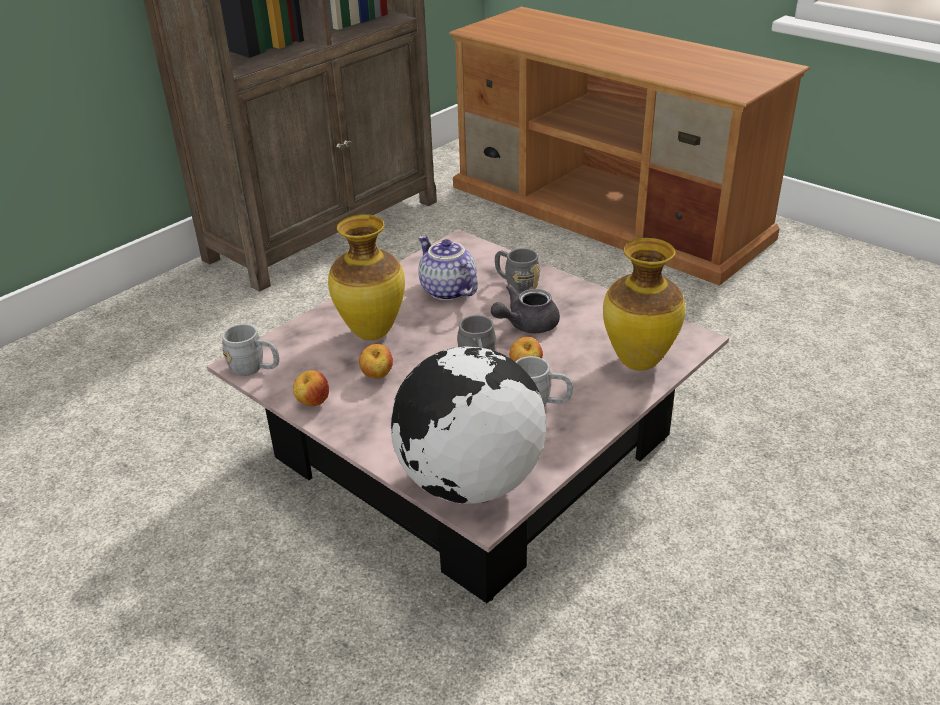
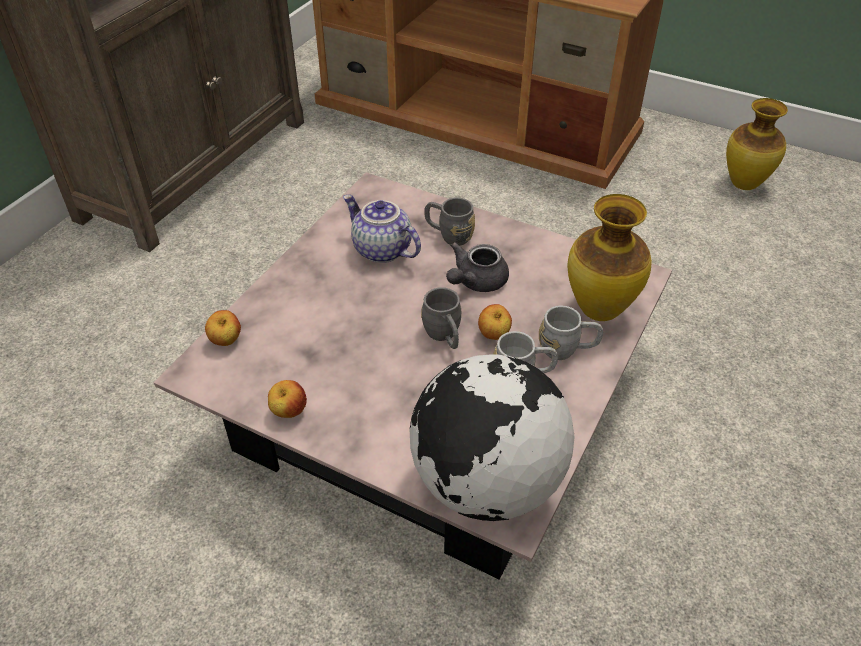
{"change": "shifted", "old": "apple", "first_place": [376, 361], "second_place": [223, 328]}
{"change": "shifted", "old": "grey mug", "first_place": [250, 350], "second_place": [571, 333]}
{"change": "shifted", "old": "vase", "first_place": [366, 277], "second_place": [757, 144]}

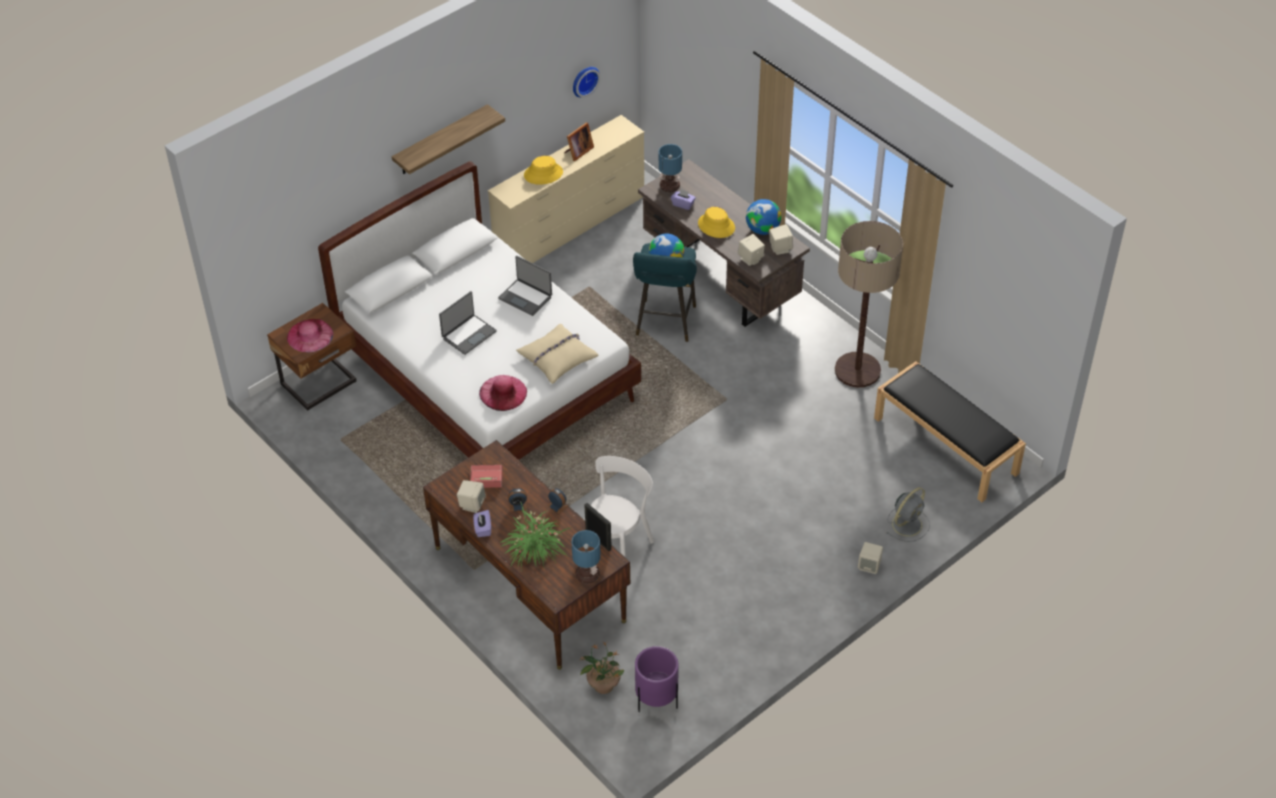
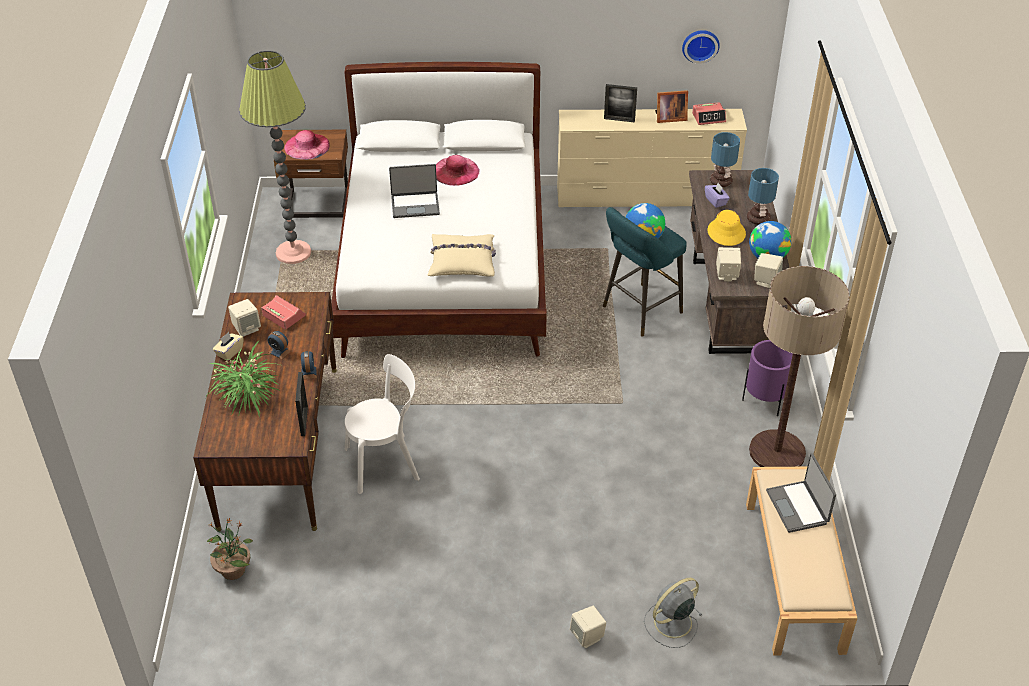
{"change": "repainted", "old": "purple tissue box", "new": "beige tissue box", "first_place": [482, 523], "second_place": [228, 346]}
{"change": "new", "new": "floor lamp", "second_place": [275, 157]}
{"change": "shifted", "old": "pink hat", "first_place": [503, 393], "second_place": [457, 170]}
{"change": "swapped", "old": "yellow hat", "new": "picture frame", "first_place": [543, 170], "second_place": [620, 103]}
{"change": "rotated", "old": "grey fan", "first_place": [908, 514], "second_place": [673, 613], "degrees": 150}
{"change": "new", "new": "alarm clock", "second_place": [709, 113]}
{"change": "shifted", "old": "purple planter", "first_place": [657, 679], "second_place": [767, 378]}
{"change": "repainted", "old": "black bench", "new": "beige bench", "first_place": [950, 431], "second_place": [801, 561]}
{"change": "shifted", "old": "table lamp", "first_place": [586, 557], "second_place": [763, 196]}
{"change": "shifted", "old": "laptop", "first_place": [525, 286], "second_place": [801, 493]}
{"change": "gone", "old": "shelf", "first_place": [448, 139]}

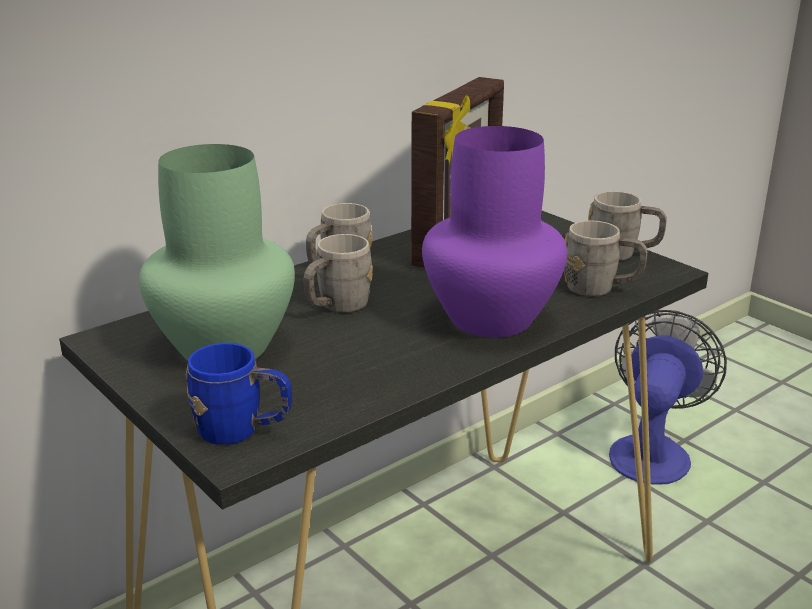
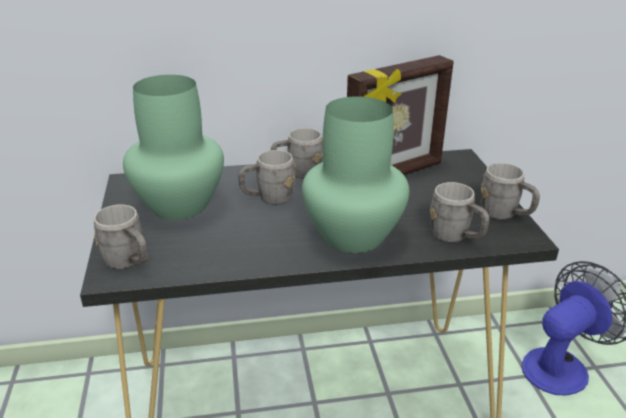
{"change": "repainted", "old": "blue mug", "new": "grey mug", "first_place": [238, 394], "second_place": [121, 237]}
{"change": "repainted", "old": "purple vase", "new": "green vase", "first_place": [494, 232], "second_place": [355, 174]}

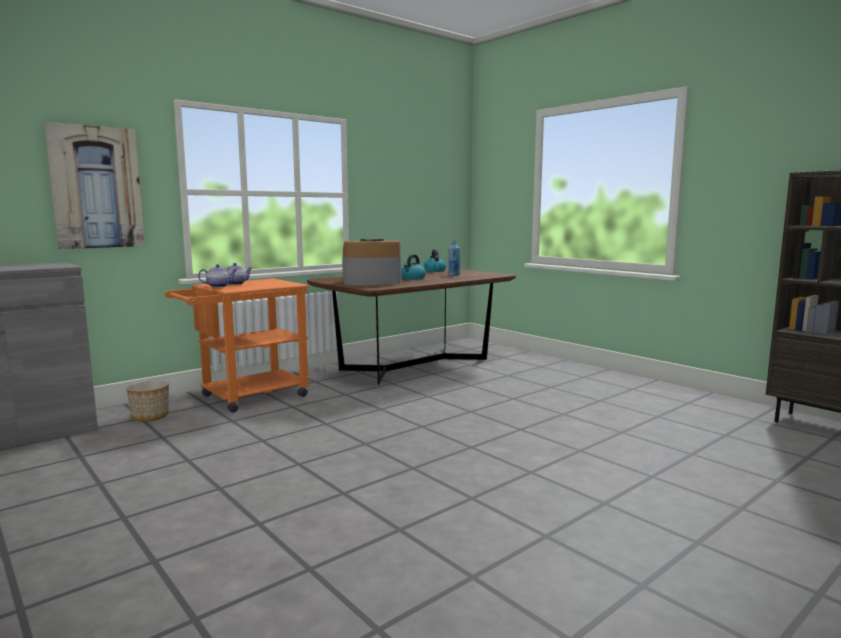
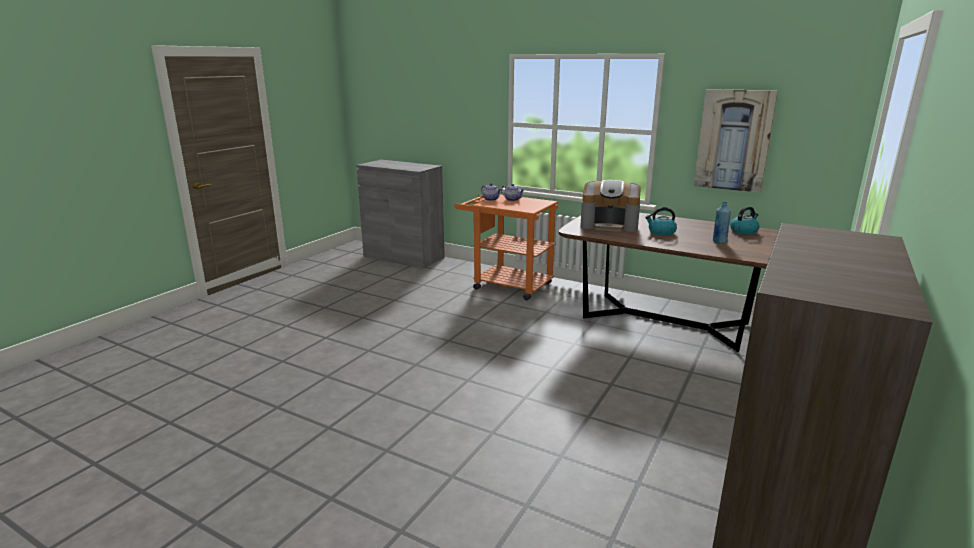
{"change": "rotated", "old": "coffee machine", "first_place": [372, 262], "second_place": [610, 206], "degrees": 135}
{"change": "shifted", "old": "picture", "first_place": [94, 185], "second_place": [736, 141]}
{"change": "gone", "old": "planter", "first_place": [147, 401]}

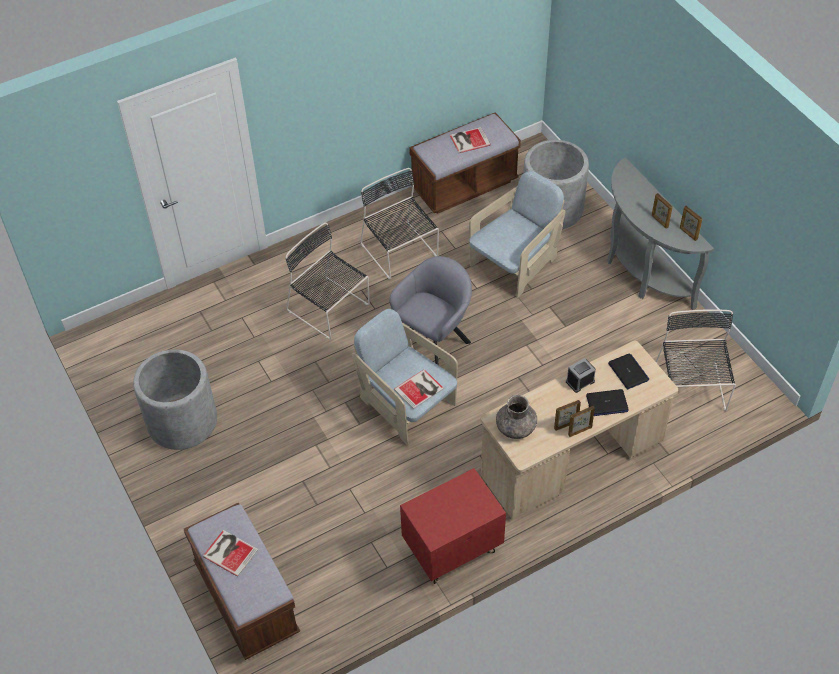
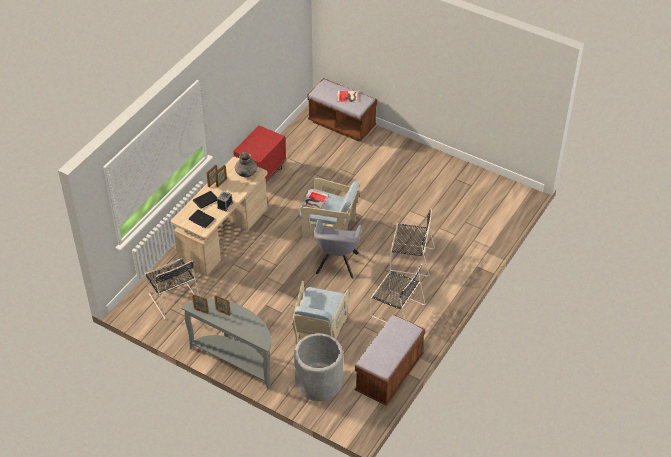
{"change": "gone", "old": "grey planter", "first_place": [175, 399]}
{"change": "gone", "old": "book", "first_place": [470, 140]}

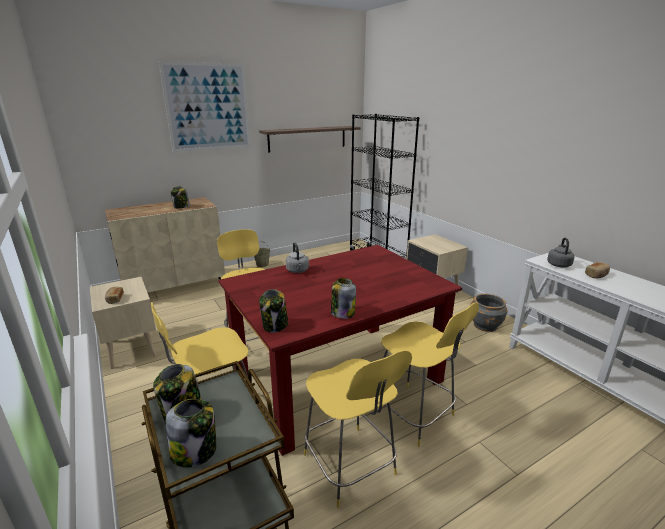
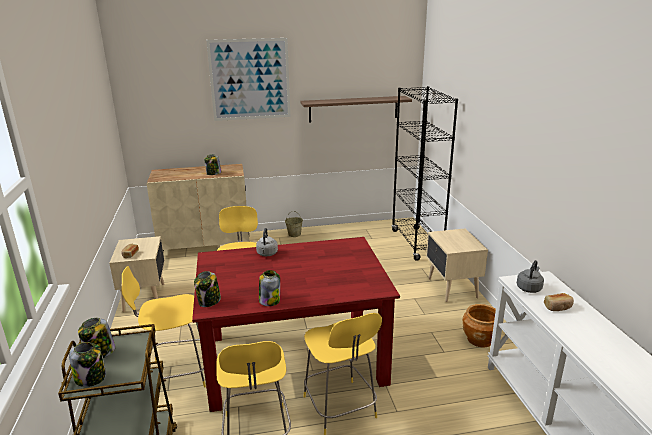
{"change": "repainted", "old": "grey planter", "new": "brown planter", "first_place": [489, 313], "second_place": [479, 326]}

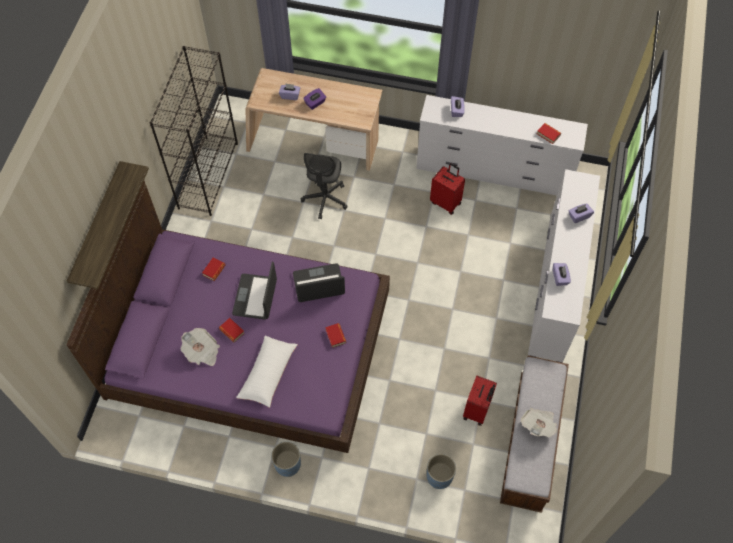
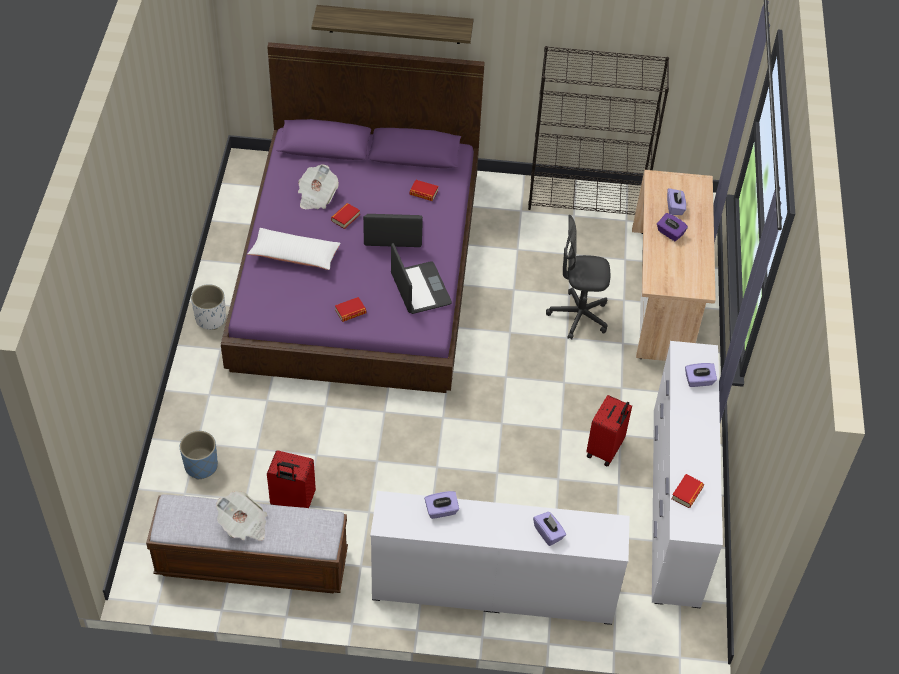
{"change": "repainted", "old": "blue planter", "new": "white planter", "first_place": [286, 459], "second_place": [208, 307]}

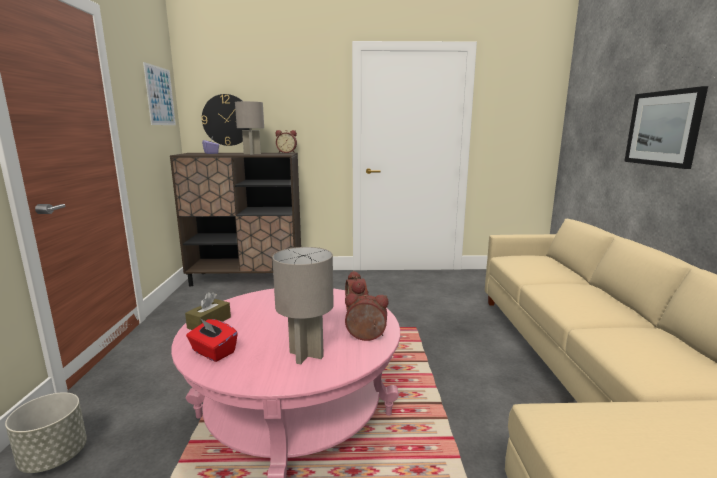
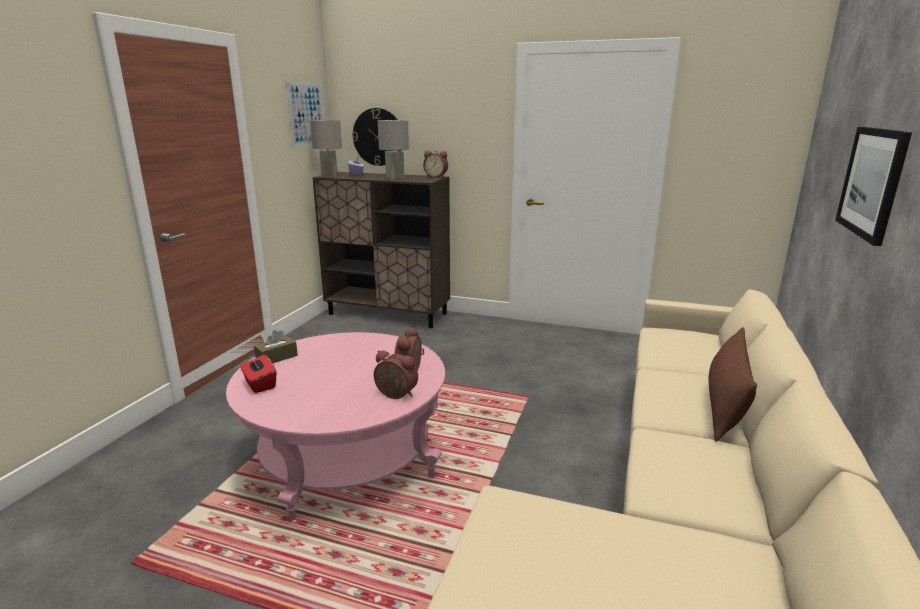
{"change": "shifted", "old": "grey table lamp", "first_place": [303, 305], "second_place": [326, 148]}
{"change": "new", "new": "brown pillow", "second_place": [733, 384]}
{"change": "gone", "old": "grey planter", "first_place": [46, 432]}

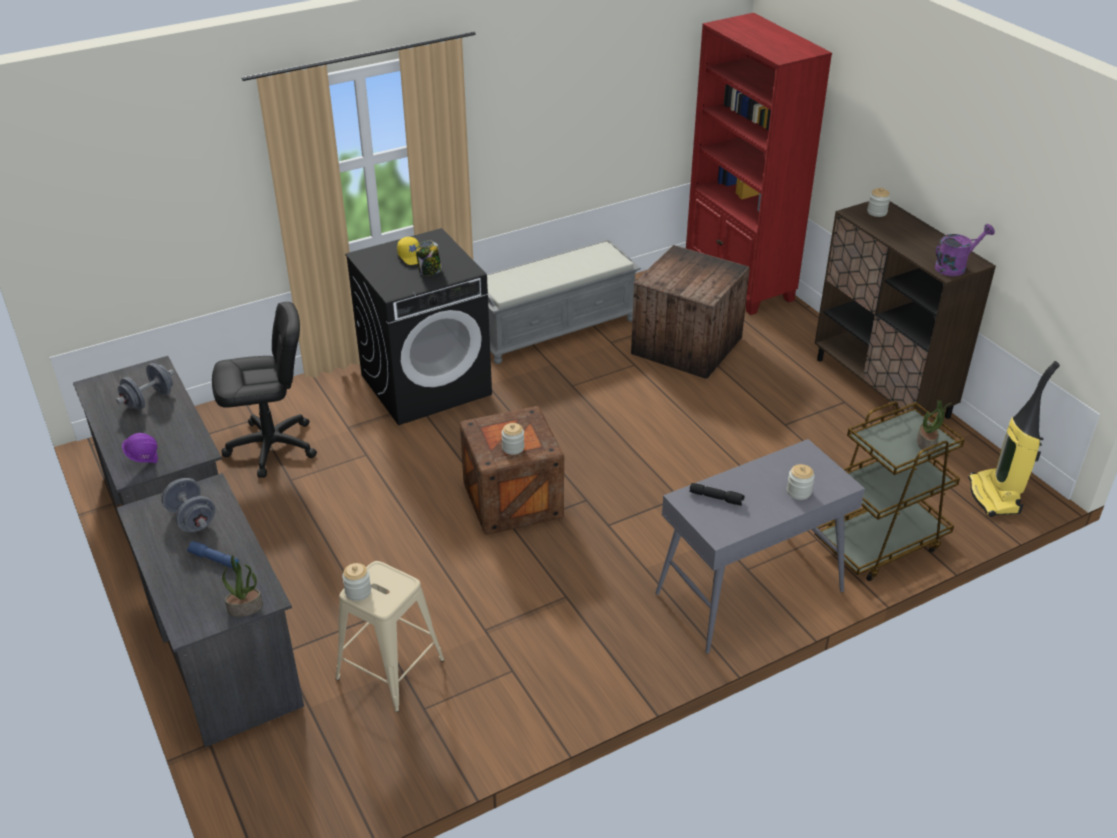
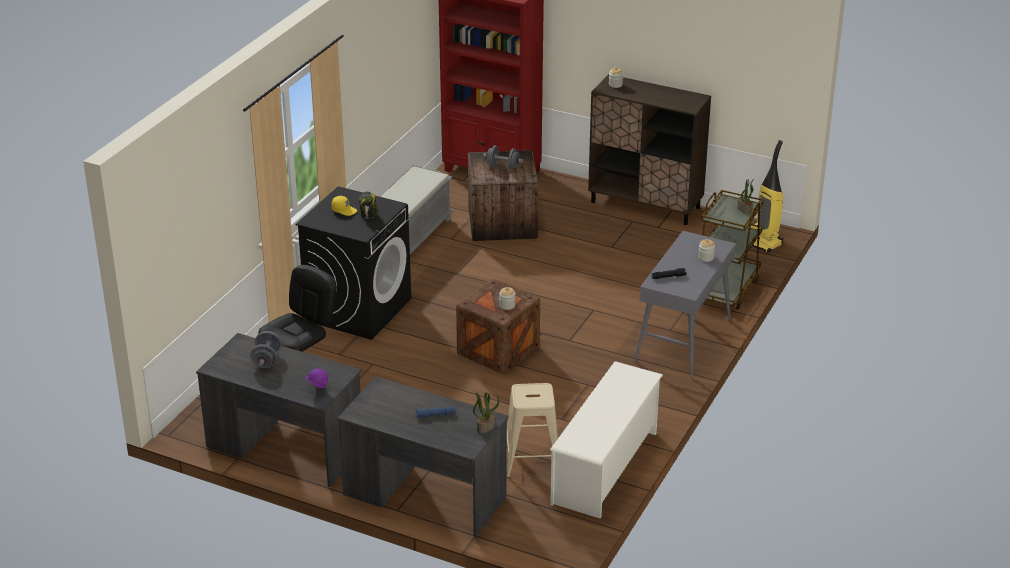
{"change": "shifted", "old": "grey dumbbell", "first_place": [188, 505], "second_place": [503, 157]}
{"change": "new", "new": "white shoe rack", "second_place": [606, 439]}
{"change": "gone", "old": "jar", "first_place": [356, 582]}
{"change": "gone", "old": "purple watering can", "first_place": [964, 250]}

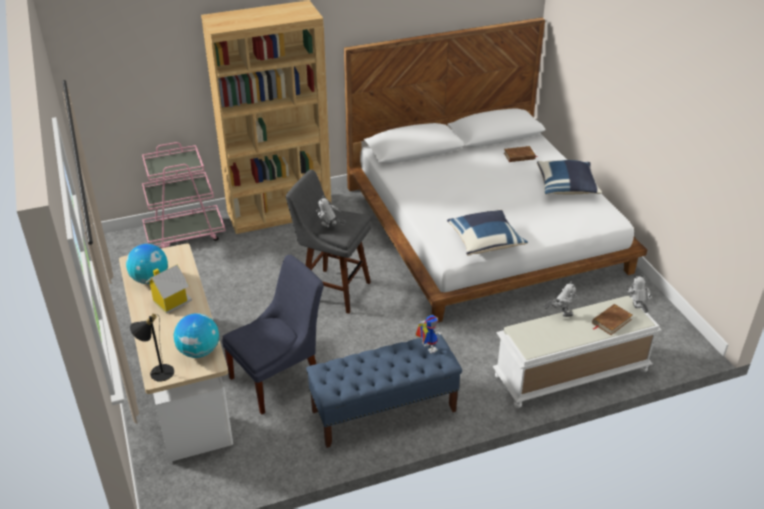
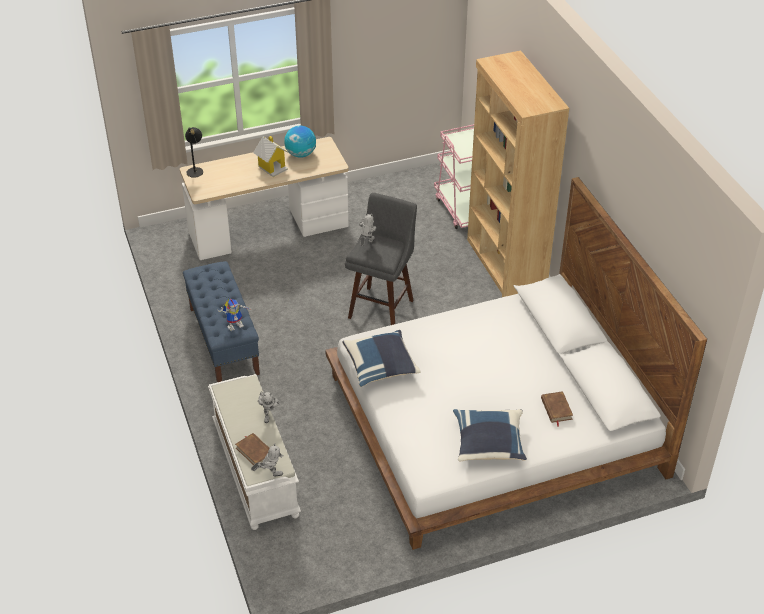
{"change": "gone", "old": "globe", "first_place": [196, 335]}
{"change": "gone", "old": "blue chair", "first_place": [272, 334]}

